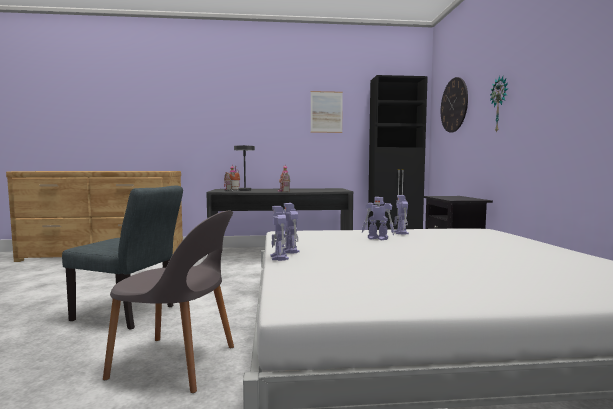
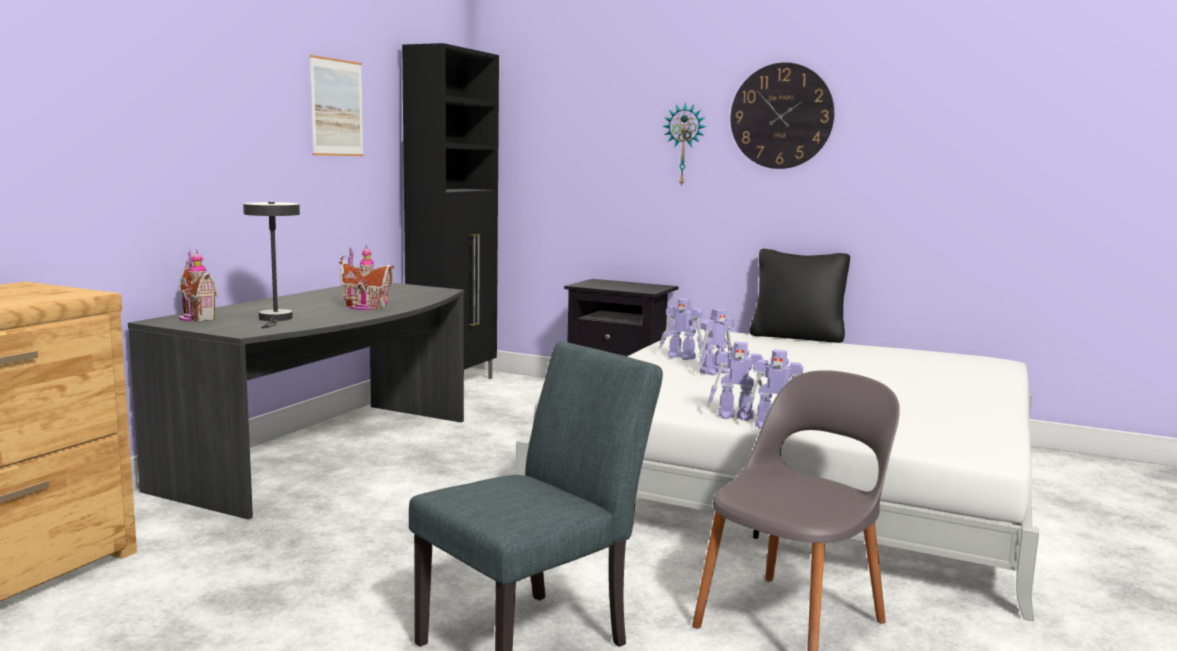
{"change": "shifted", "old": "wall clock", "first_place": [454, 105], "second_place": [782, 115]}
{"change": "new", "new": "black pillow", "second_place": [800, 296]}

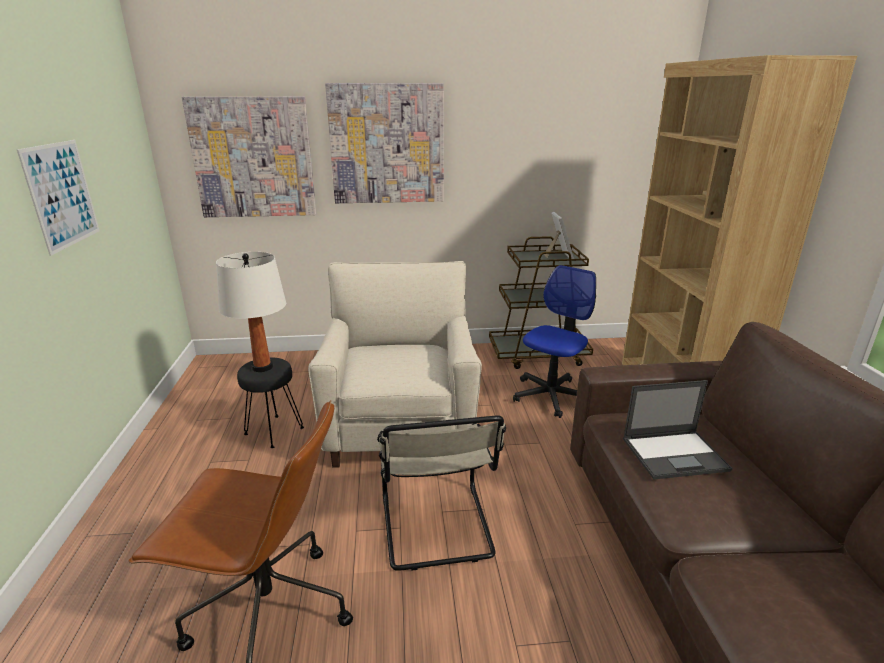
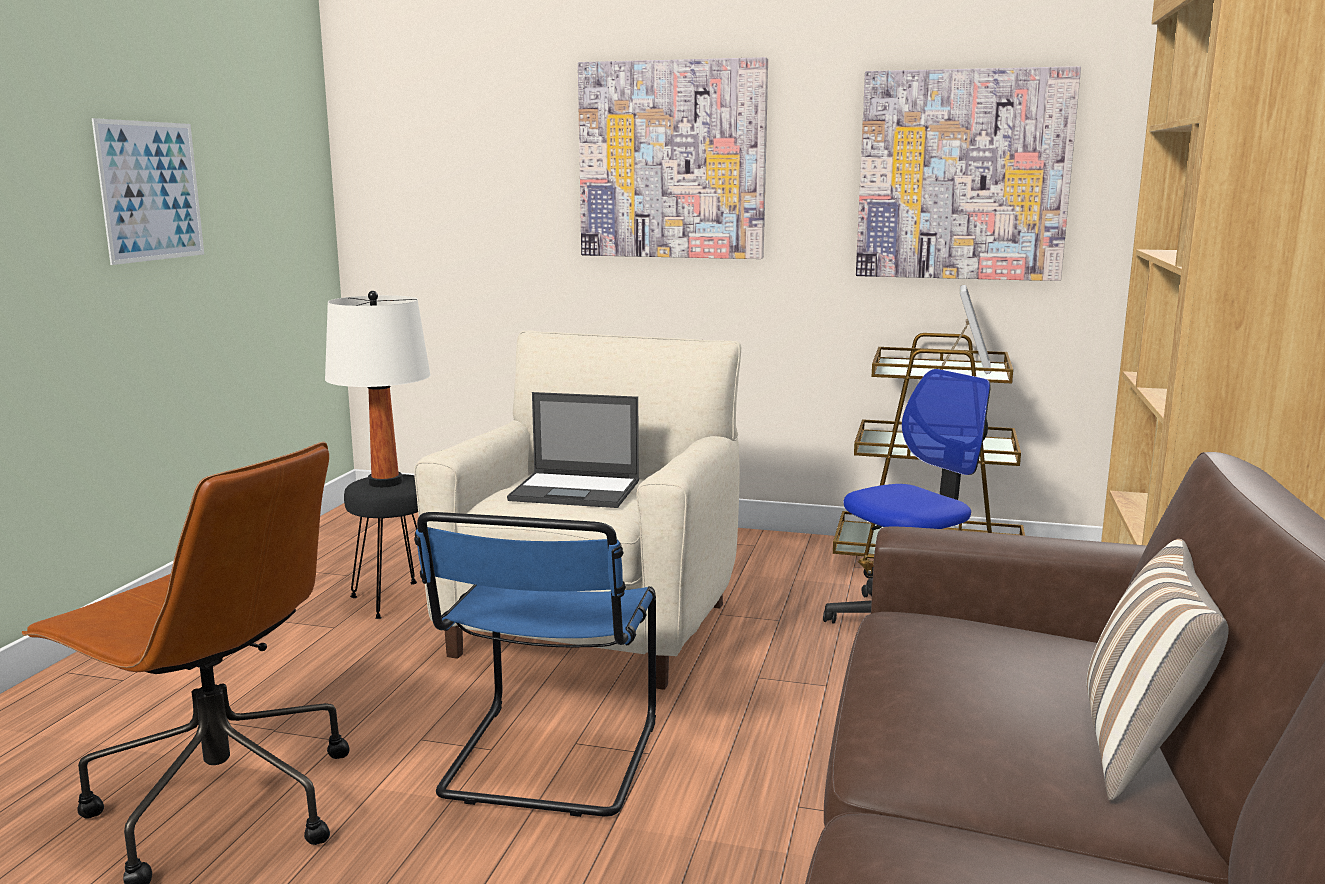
{"change": "repainted", "old": "beige chair", "new": "blue chair", "first_place": [441, 493], "second_place": [535, 664]}
{"change": "shifted", "old": "laptop", "first_place": [678, 429], "second_place": [573, 450]}
{"change": "shifted", "old": "picture", "first_place": [249, 156], "second_place": [968, 173]}
{"change": "new", "new": "pillow", "second_place": [1157, 669]}

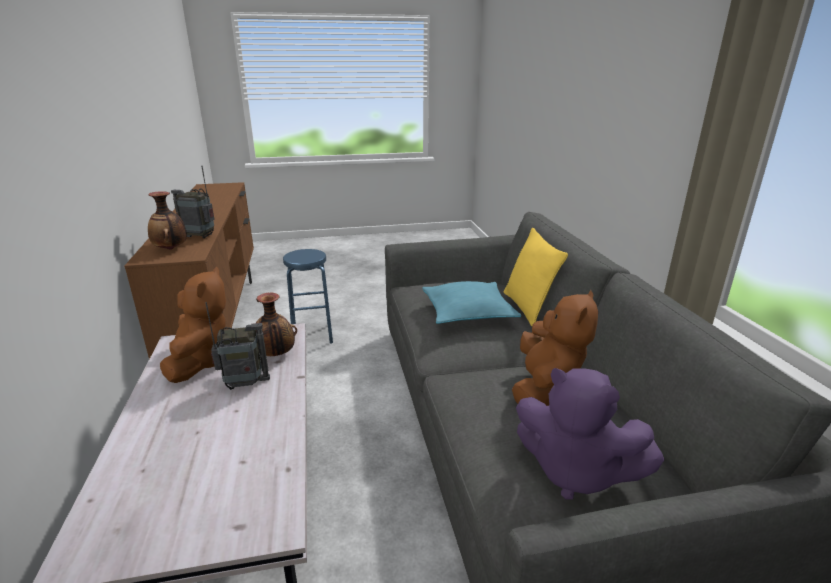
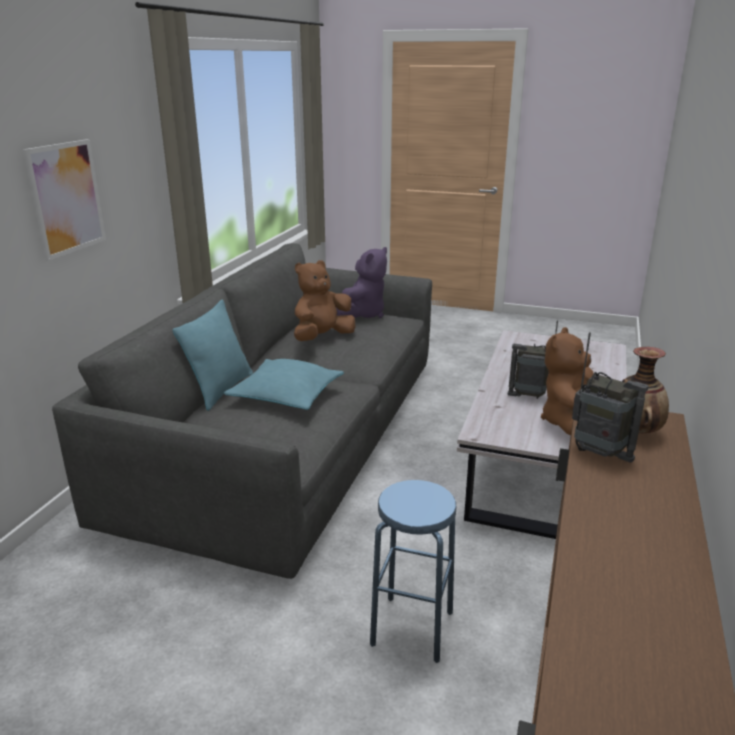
{"change": "new", "new": "picture", "second_place": [64, 200]}
{"change": "repainted", "old": "yellow pillow", "new": "turquoise pillow", "first_place": [536, 277], "second_place": [213, 355]}
{"change": "rotated", "old": "purple plush toy", "first_place": [590, 434], "second_place": [361, 282], "degrees": 60}
{"change": "gone", "old": "vase", "first_place": [276, 324]}

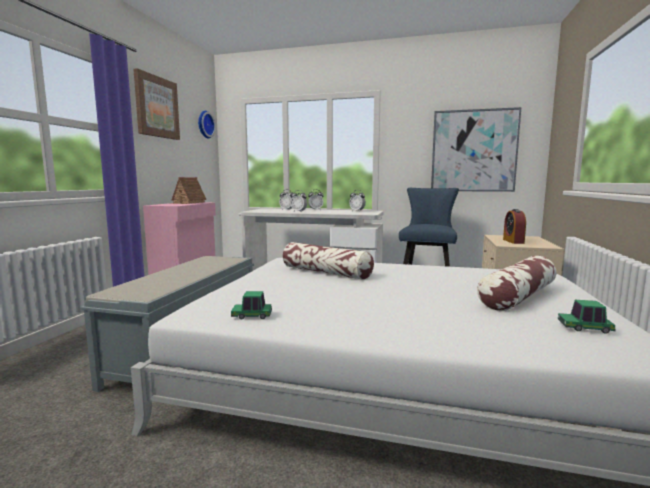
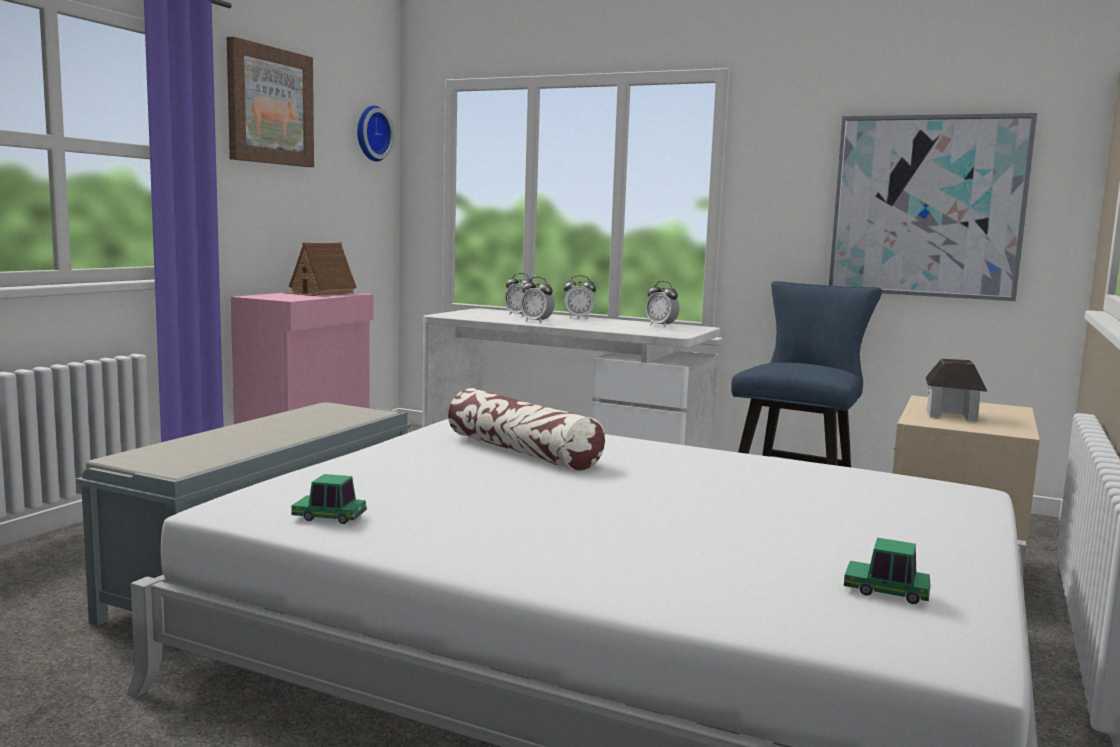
{"change": "swapped", "old": "alarm clock", "new": "toy house", "first_place": [514, 226], "second_place": [956, 390]}
{"change": "gone", "old": "pillow", "first_place": [516, 283]}

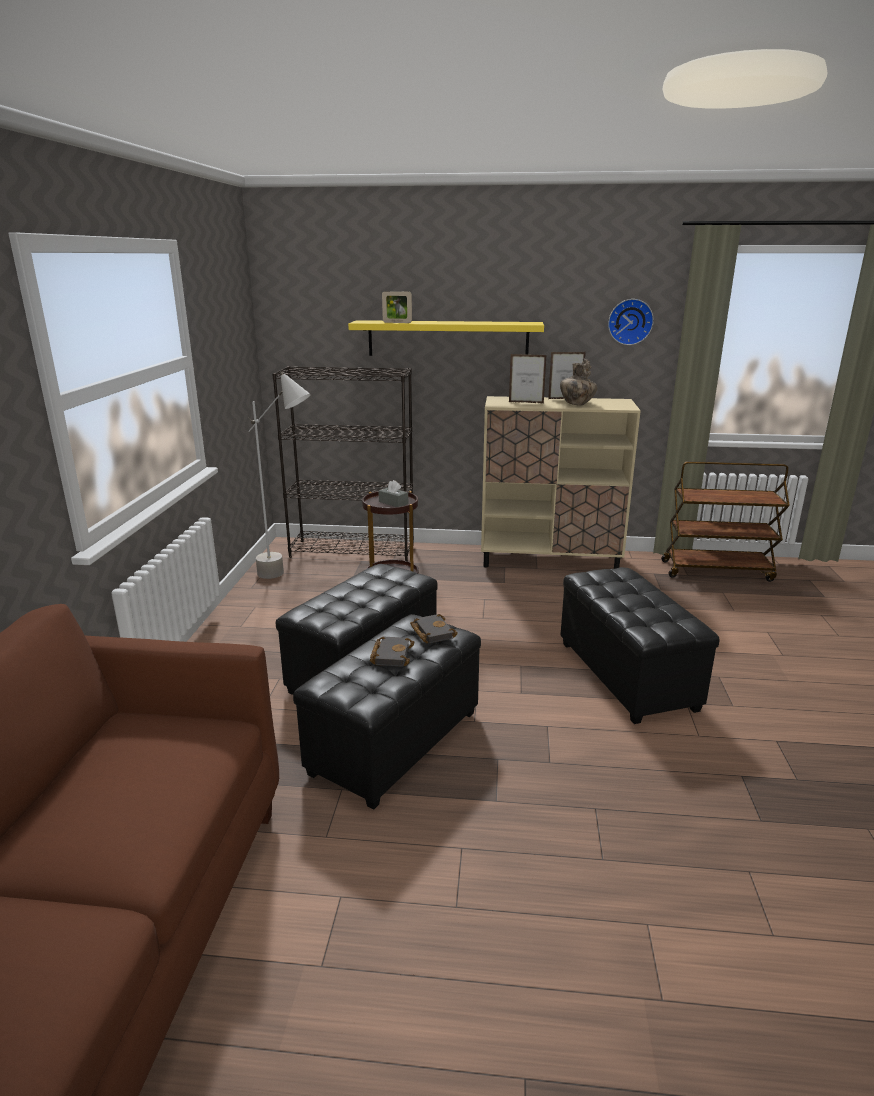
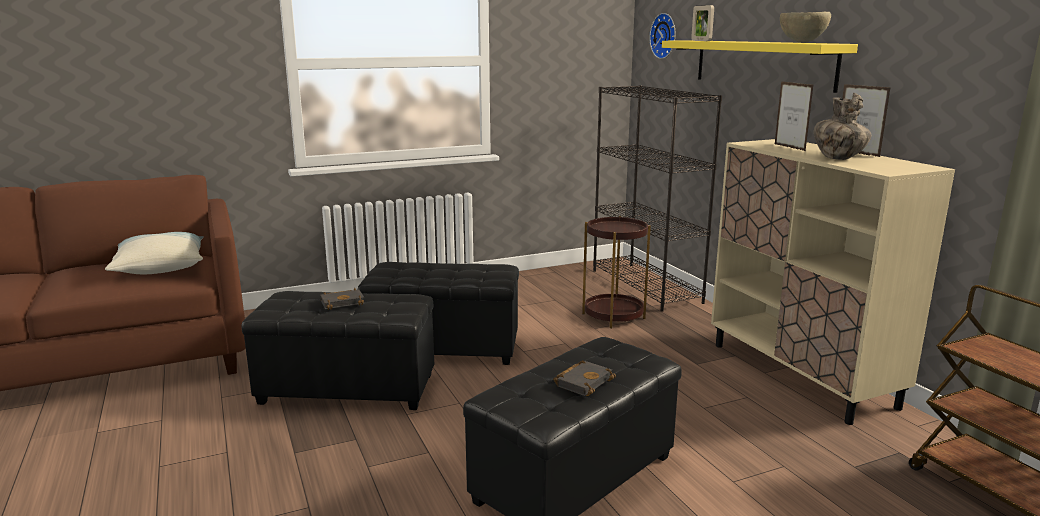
{"change": "new", "new": "pillow", "second_place": [154, 253]}
{"change": "shifted", "old": "black book", "first_place": [434, 628], "second_place": [584, 378]}
{"change": "shifted", "old": "wall clock", "first_place": [631, 322], "second_place": [662, 36]}
{"change": "new", "new": "brown bowl", "second_place": [805, 27]}
{"change": "gone", "old": "grey floor lamp", "first_place": [279, 475]}
{"change": "gone", "old": "grey tissue box", "first_place": [393, 493]}

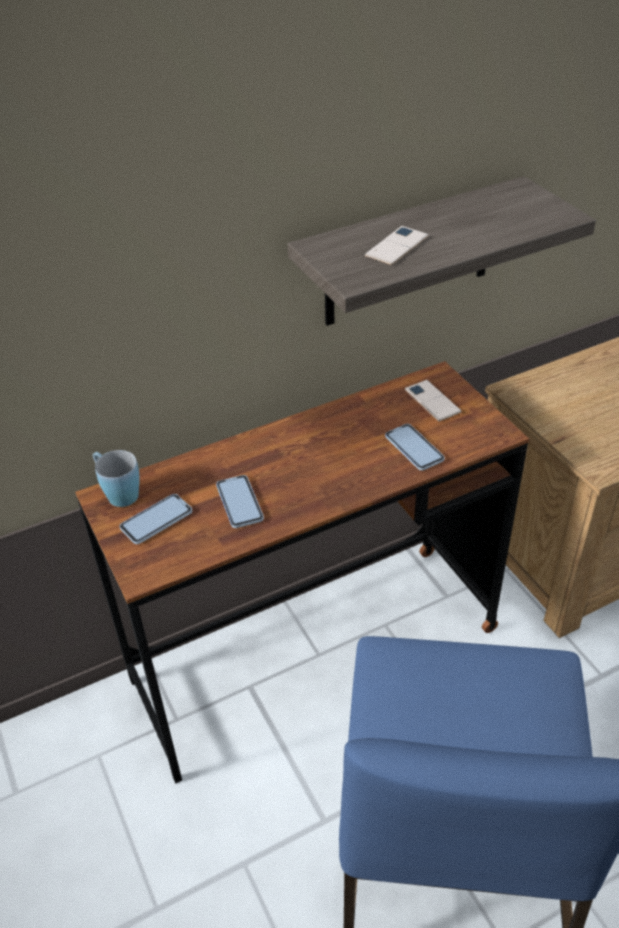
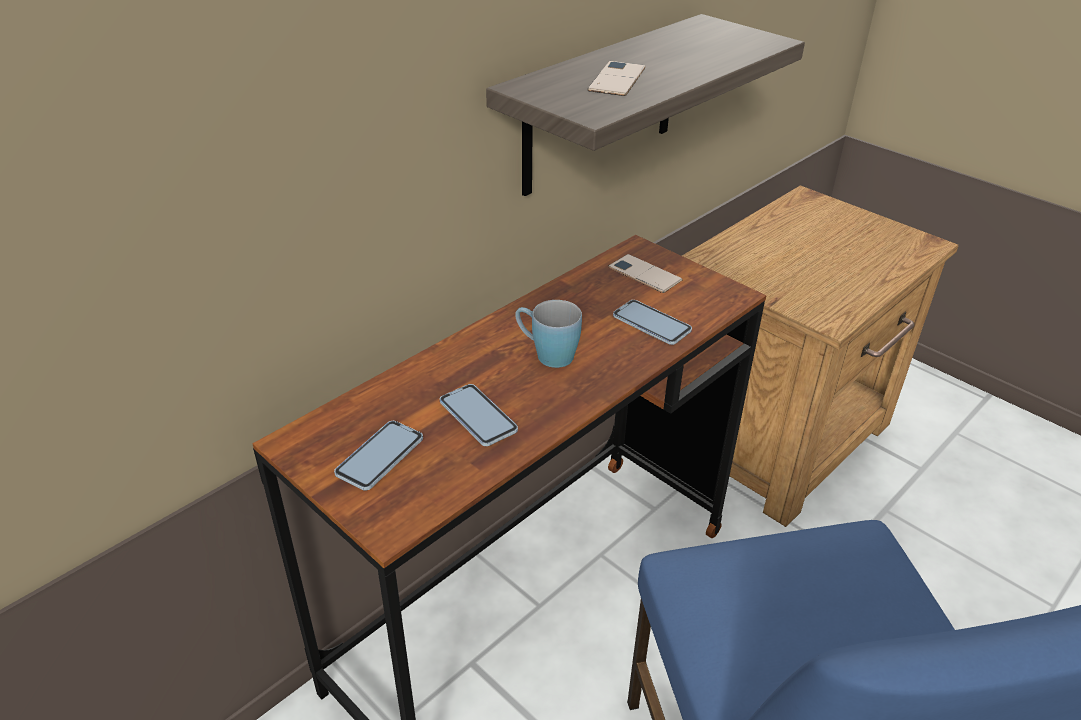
{"change": "shifted", "old": "blue mug", "first_place": [116, 478], "second_place": [548, 334]}

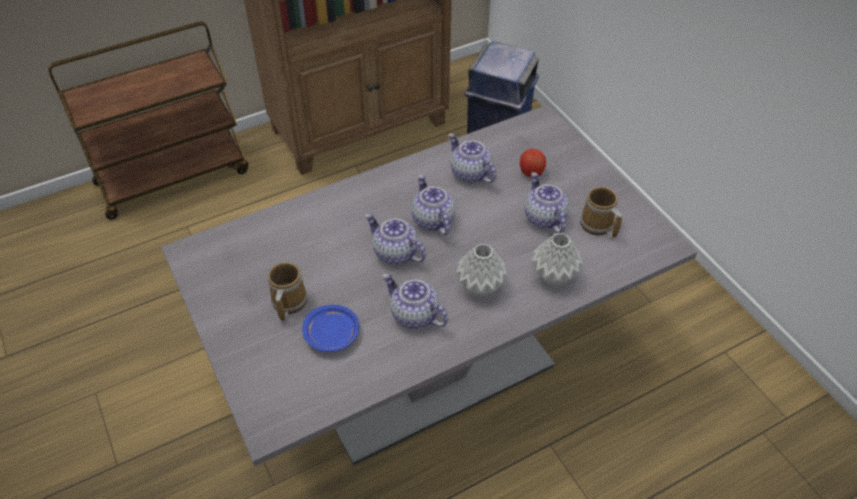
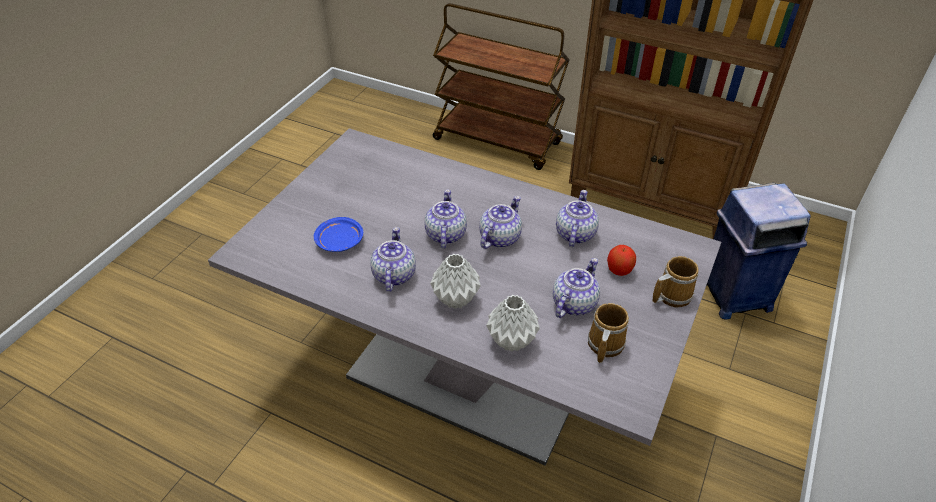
{"change": "shifted", "old": "mug", "first_place": [288, 291], "second_place": [675, 281]}

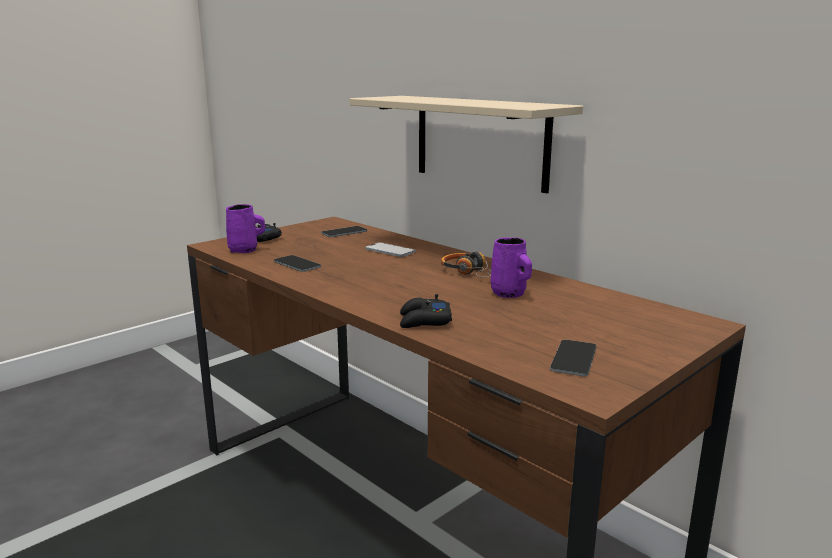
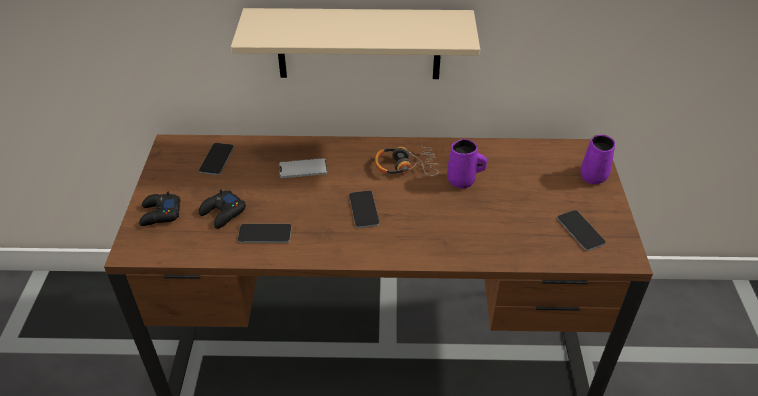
{"change": "shifted", "old": "black game controller", "first_place": [426, 311], "second_place": [222, 209]}
{"change": "new", "new": "phone", "second_place": [364, 209]}
{"change": "shifted", "old": "purple mug", "first_place": [245, 228], "second_place": [597, 159]}

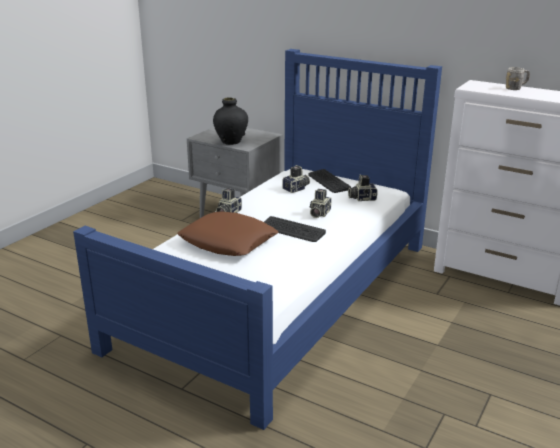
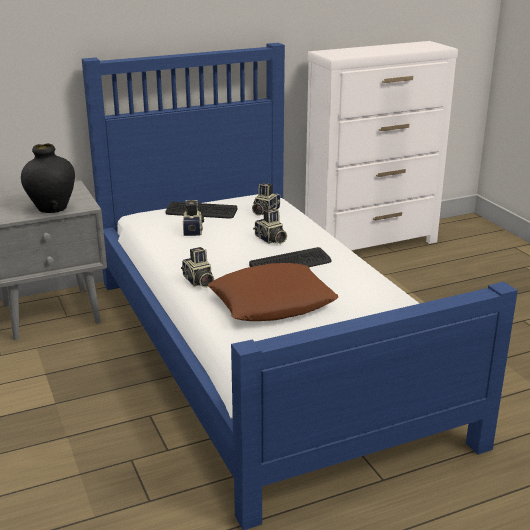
{"change": "gone", "old": "grey mug", "first_place": [518, 78]}

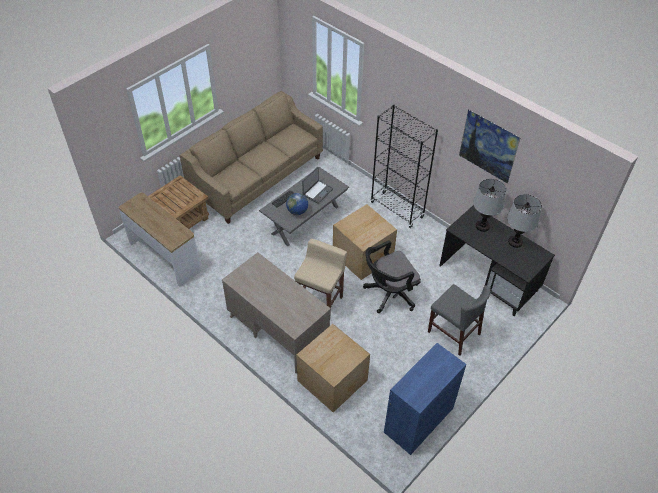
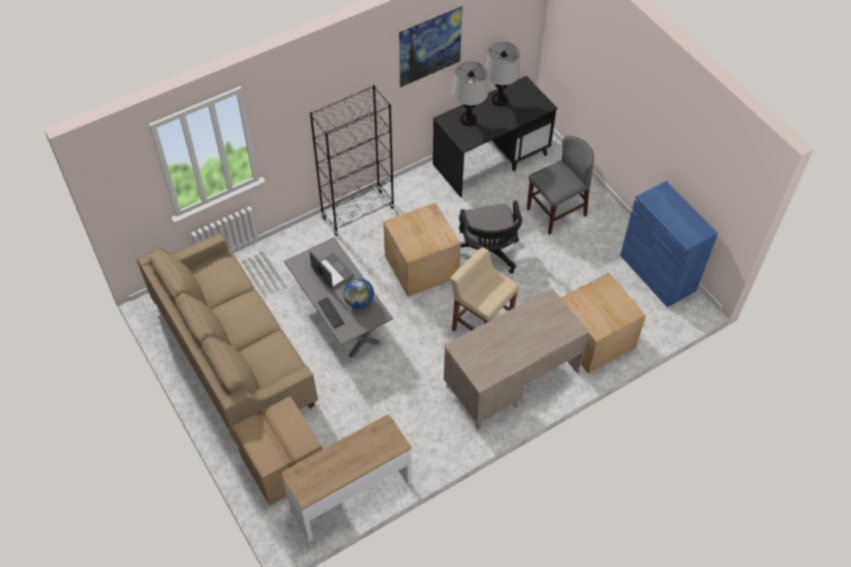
{"change": "swapped", "old": "brown side table", "new": "cardboard box", "first_place": [178, 202], "second_place": [277, 451]}

